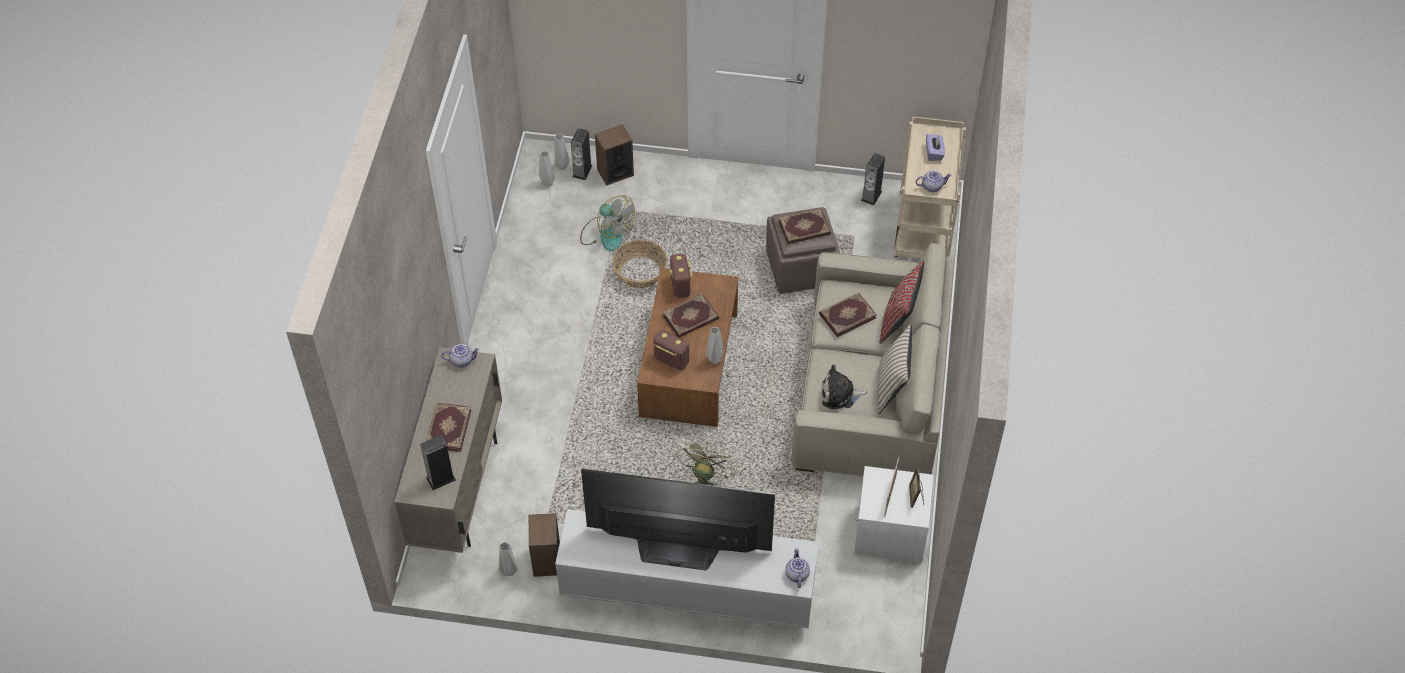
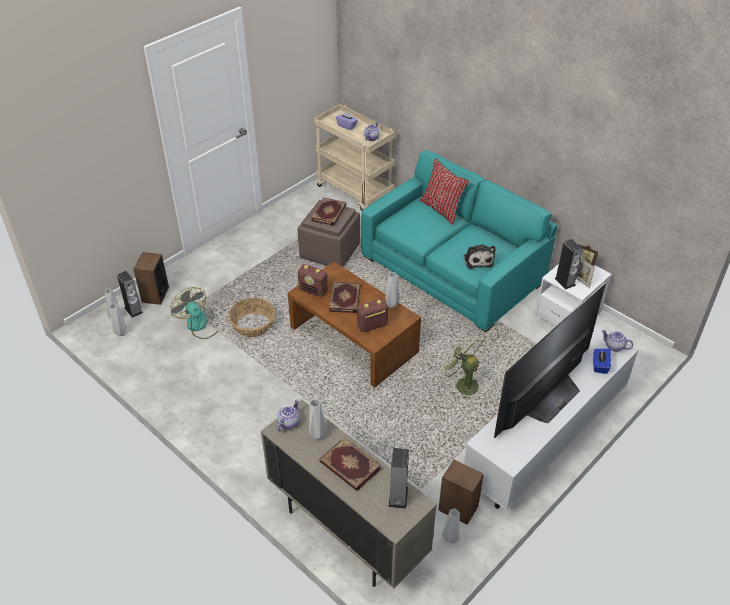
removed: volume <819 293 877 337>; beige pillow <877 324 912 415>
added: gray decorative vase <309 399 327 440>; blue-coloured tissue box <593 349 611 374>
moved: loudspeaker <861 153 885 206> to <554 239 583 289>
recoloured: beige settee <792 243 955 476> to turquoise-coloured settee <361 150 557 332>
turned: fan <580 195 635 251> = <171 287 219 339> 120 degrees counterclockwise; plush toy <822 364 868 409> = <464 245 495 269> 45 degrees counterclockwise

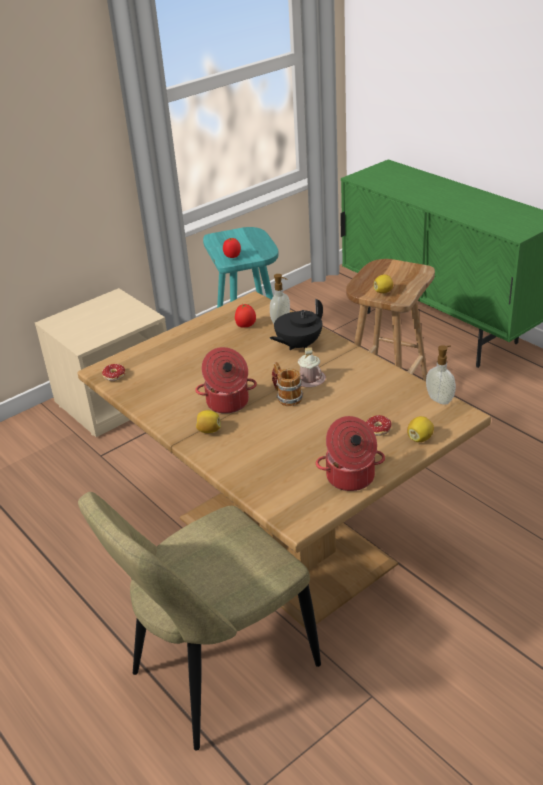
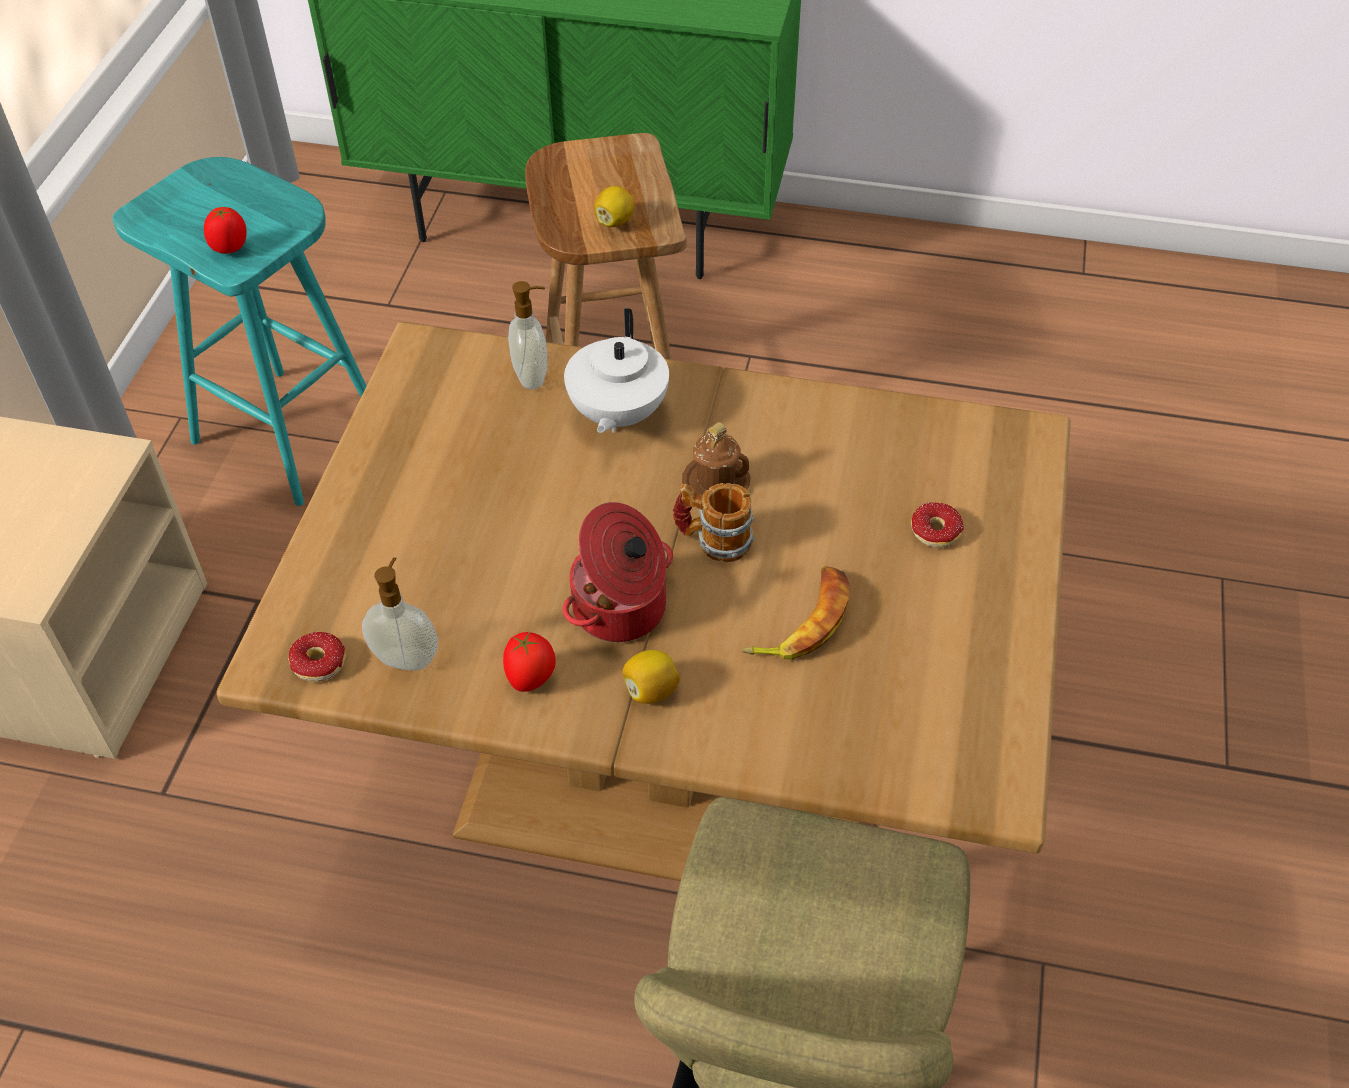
removed: stockpot <316 416 385 491>; lemon <407 416 434 442>
added: whole banana <741 566 850 660>
moved: fresh tomato <235 304 256 327> to <503 631 556 692>; soap bottle <426 345 456 405> to <362 557 438 671>
recoloured: black teapot <270 299 323 350> to white-coloured teapot <564 308 669 433>; pink tea mug <298 347 326 387> to brown-coloured tea mug <682 422 750 495>

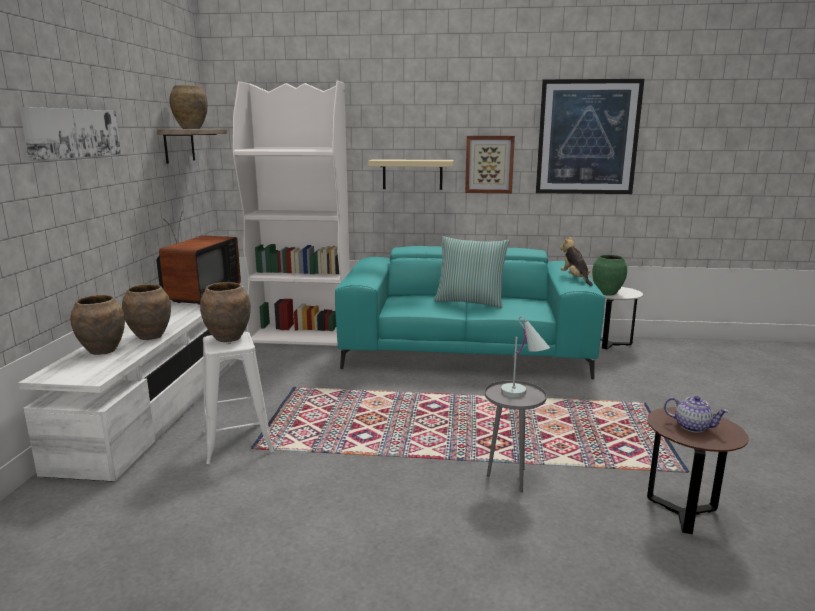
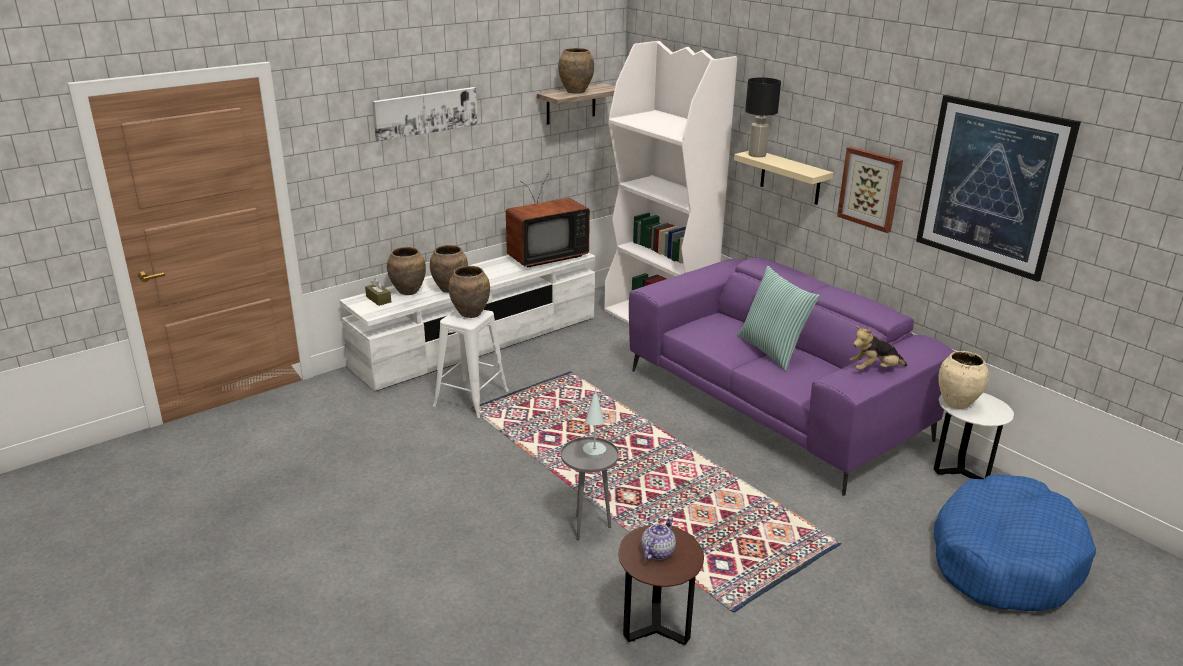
added: brown-coloured tissue box <365 279 391 306>; black tabletop lamp <745 78 781 157>; blue-coloured dog bed <934 474 1096 611>
recoloured: turquoise-coloured settee <335 246 605 380> to purple settee <629 257 955 495>; green-coloured decorative vase <592 255 627 296> to beige decorative vase <938 351 989 409>
turned: plush toy <560 236 593 286> = <850 326 907 370> 135 degrees counterclockwise; teapot <664 396 729 433> = <641 517 676 560> 135 degrees counterclockwise

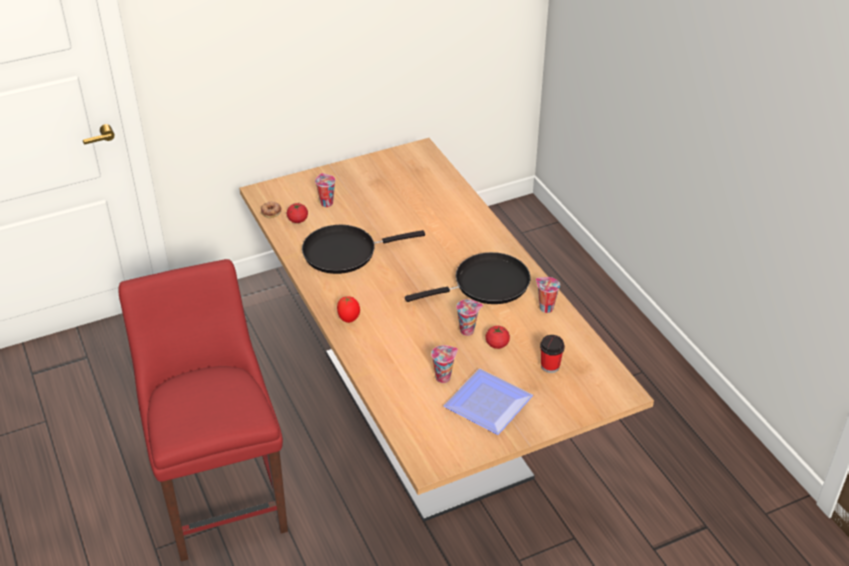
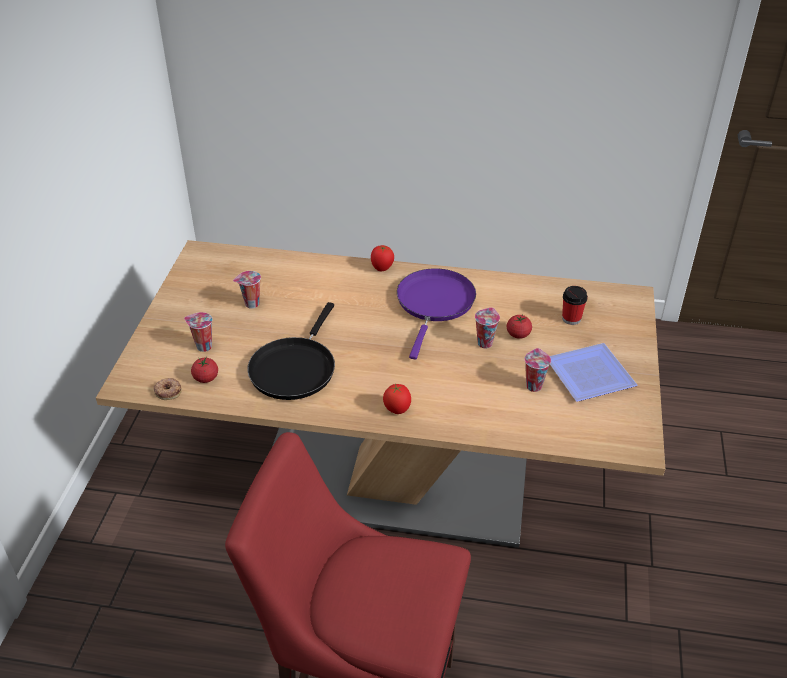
added: fresh tomato <371 245 394 271>
moved: cup <536 277 560 313> to <233 271 261 309>
recoloured: black frying pan <405 252 530 304> to purple frying pan <397 268 476 359>

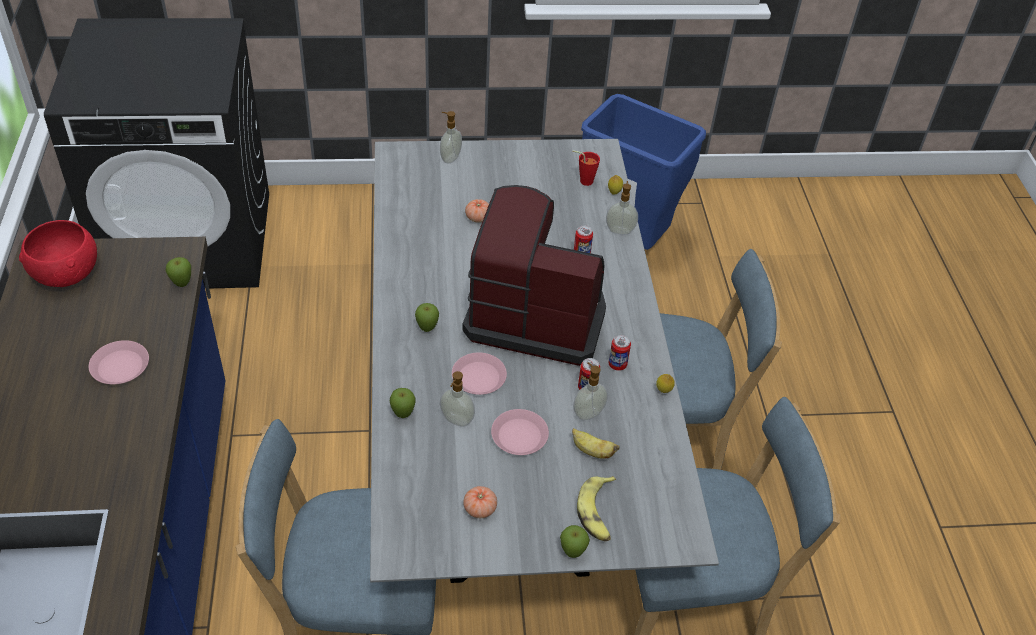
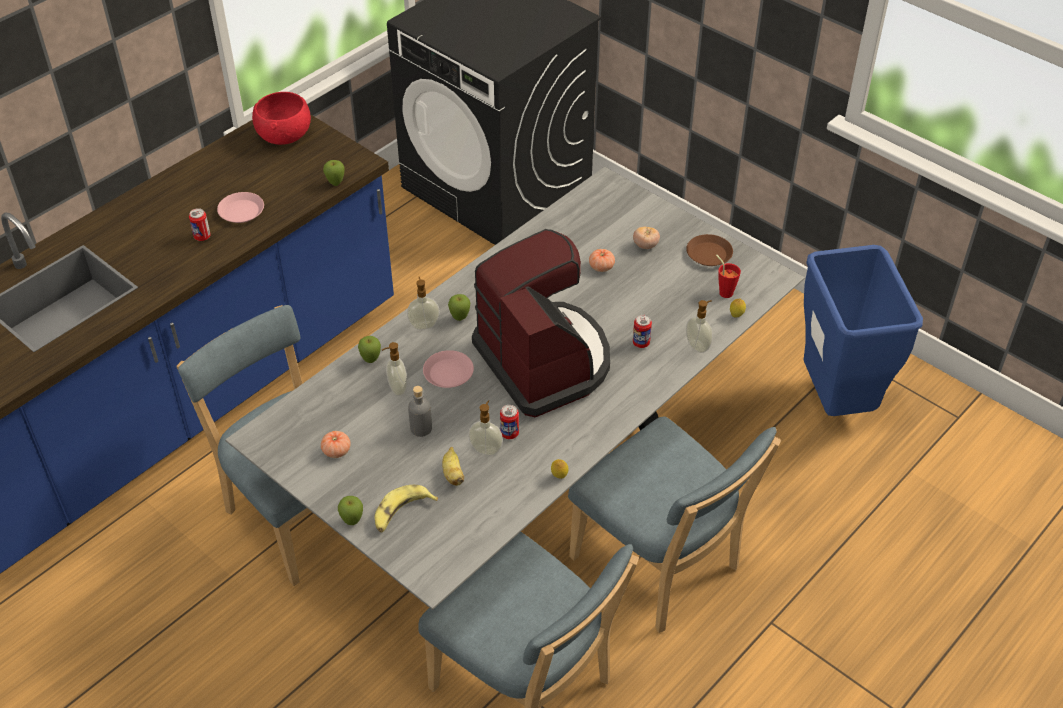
added: fresh tomato <633 227 660 249>; brown-coloured dinner plate <686 234 733 266>
moved: soap bottle <440 111 462 163> to <407 277 440 330>; sealed can <609 335 631 371> to <189 208 211 241>
replaced: pink dinner plate <491 409 549 455> to gray drink bottle <408 386 432 437>

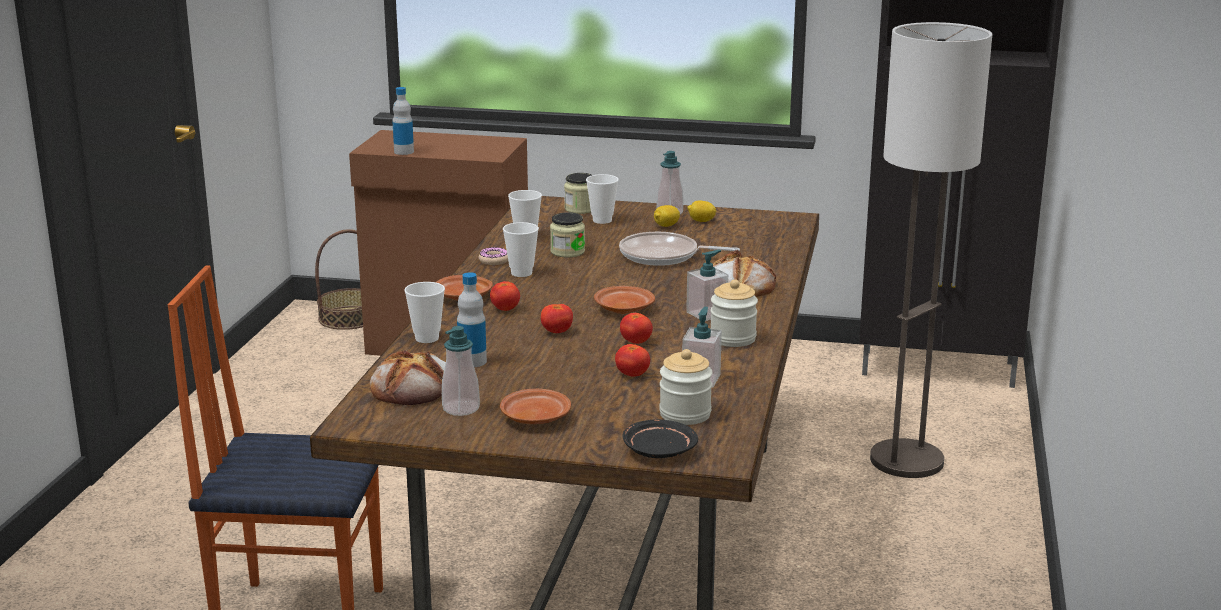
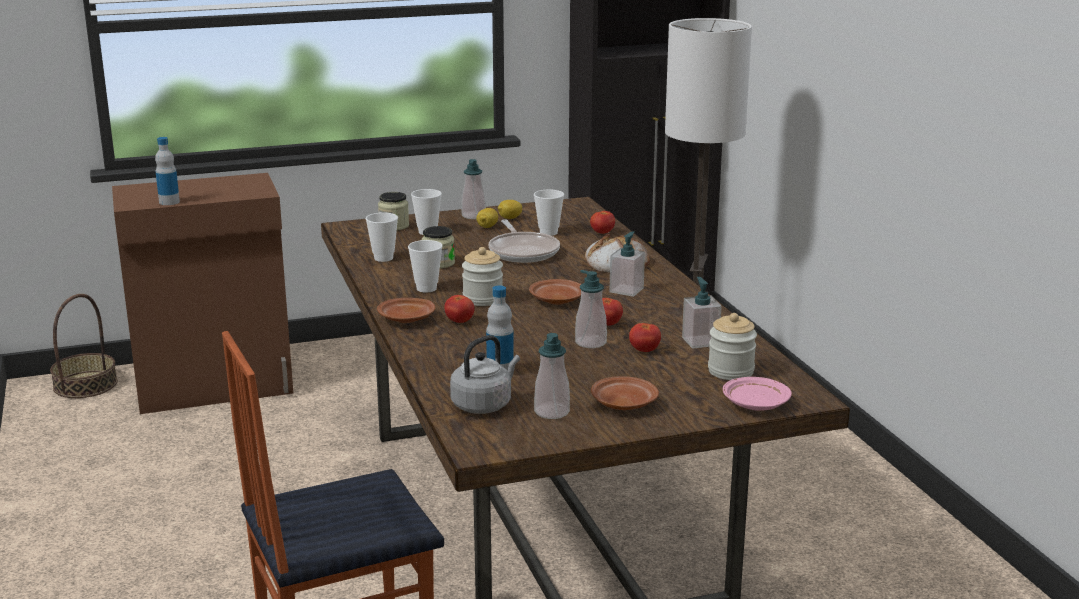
removed: doughnut <479 247 508 265>
added: soap bottle <575 270 607 348>
moved: cup <404 282 445 343> to <534 190 564 236>; fresh tomato <541 304 573 333> to <590 211 615 234>; storage jar <710 279 758 347> to <462 247 503 306>
replaced: bread <369 350 446 405> to gray tea kettle <450 335 520 414>
recoloured: black dinner plate <623 420 698 458> to pink dinner plate <723 377 792 411>
turned: frying pan <619 232 740 266> = <489 219 560 263> 90 degrees counterclockwise

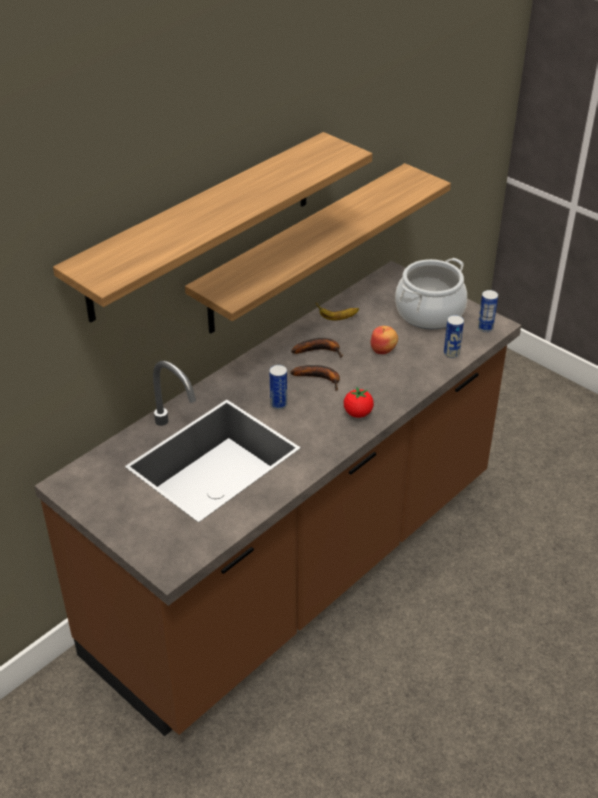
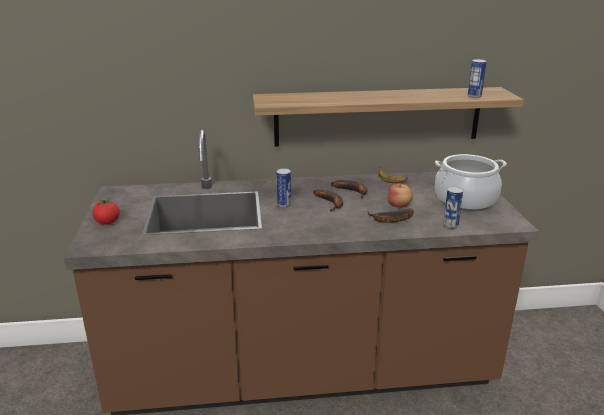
removed: bracket shelf <53 132 372 322>
added: whole banana <368 208 414 223>
moved: fresh tomato <344 387 374 418> to <92 199 120 225>; sealed can <478 290 498 332> to <468 59 487 98>

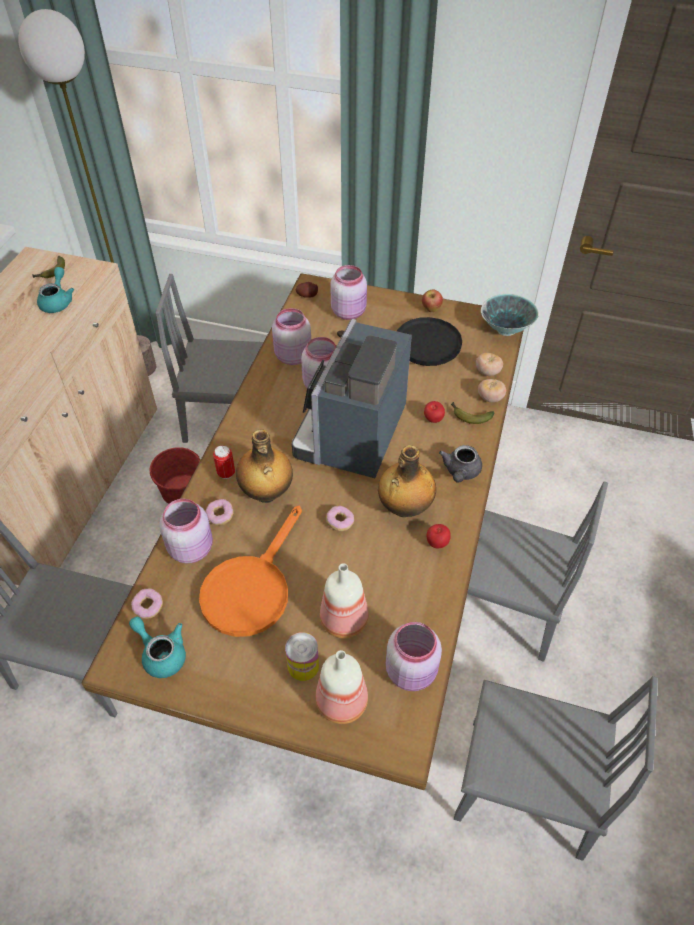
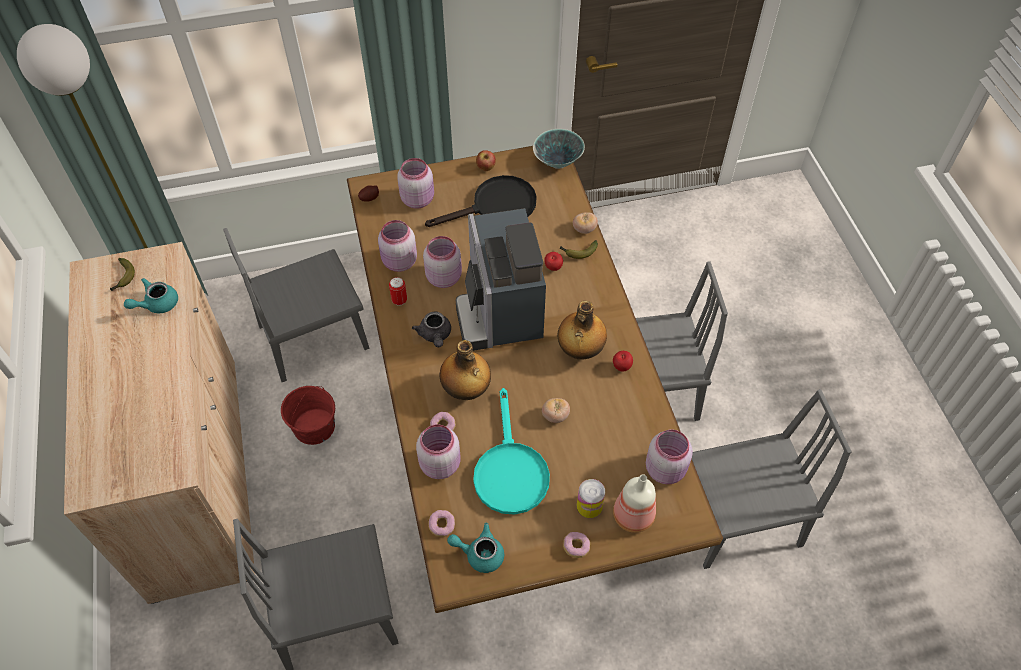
removed: drink bottle <320 563 369 639>
moved: sealed can <213 445 235 479> to <389 277 407 306>; doughnut <326 506 354 531> to <563 532 590 558>; gray teapot <439 445 482 483> to <412 312 451 347>; fresh tomato <476 353 503 376> to <542 398 570 423>
recoloured: orange frying pan <199 505 302 637> to turquoise-coloured frying pan <473 388 550 515>
turned: turquoise-coloured teapot <37 267 74 313> = <124 278 178 313> 105 degrees counterclockwise

